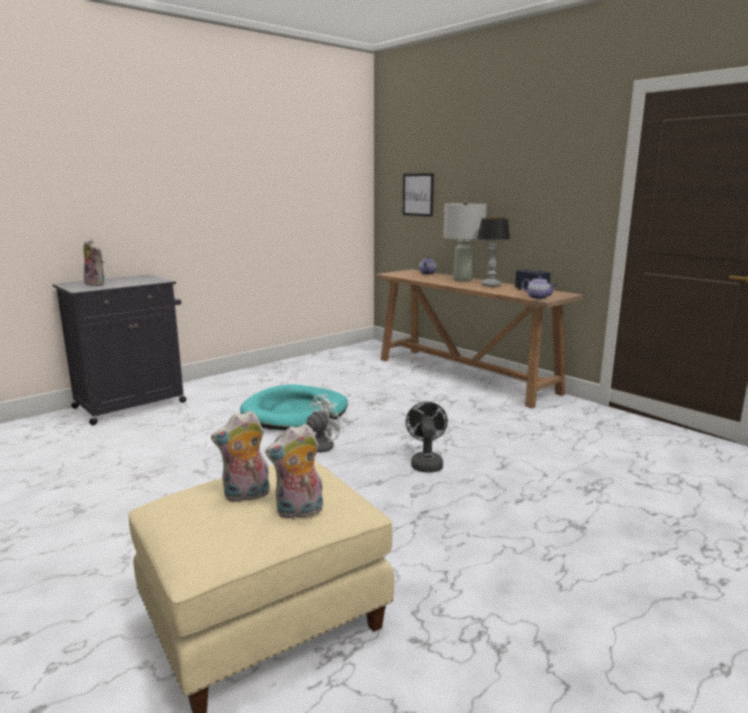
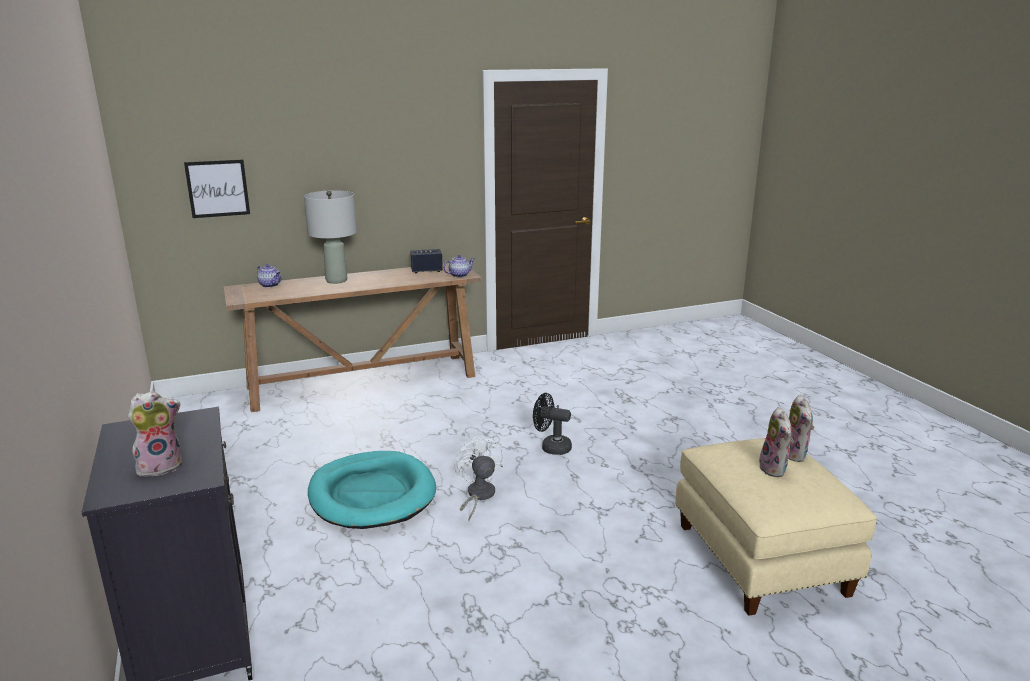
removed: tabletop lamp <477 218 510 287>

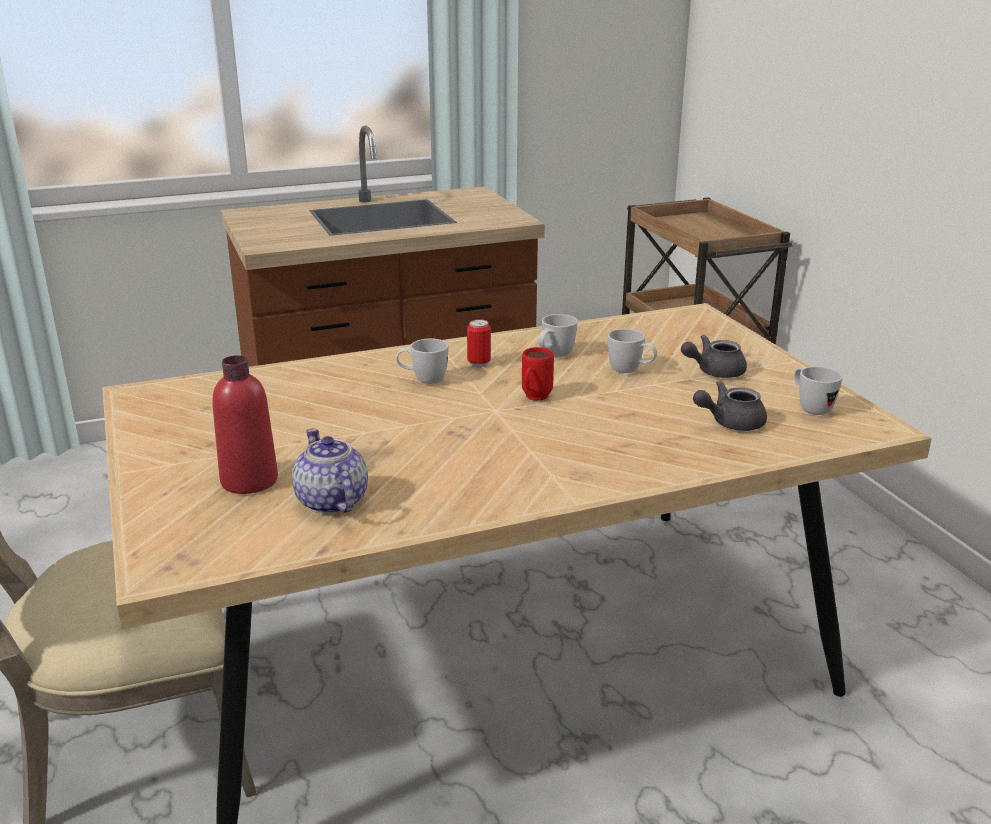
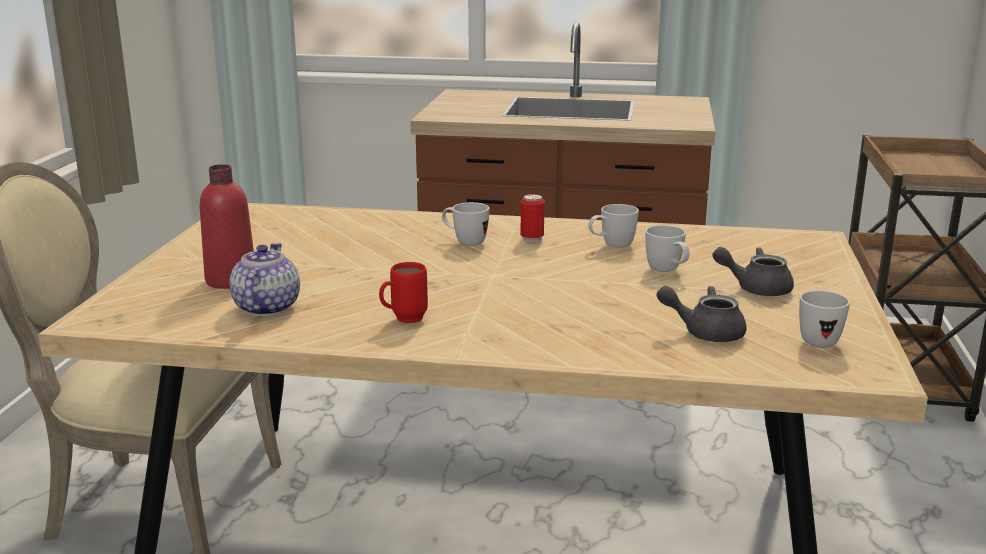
moved: red-coloured tea mug <522 347 554 401> to <379 262 428 323>

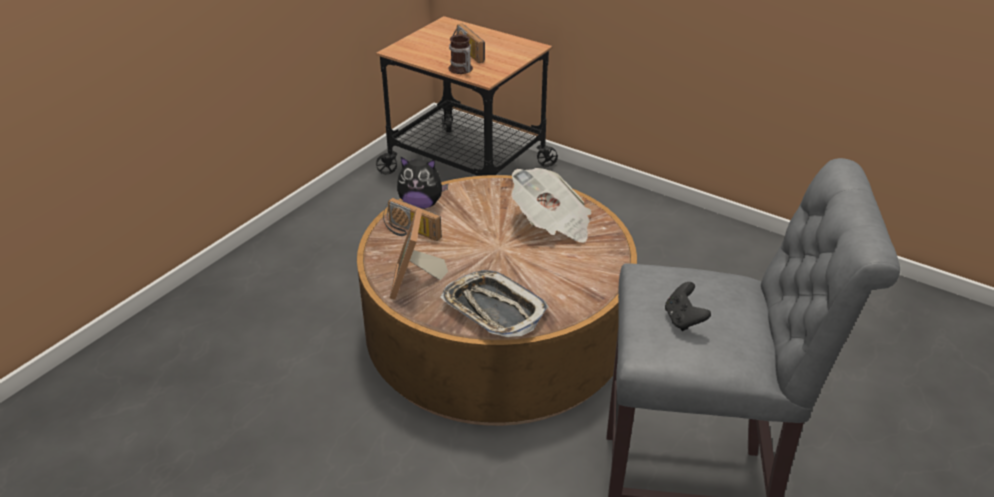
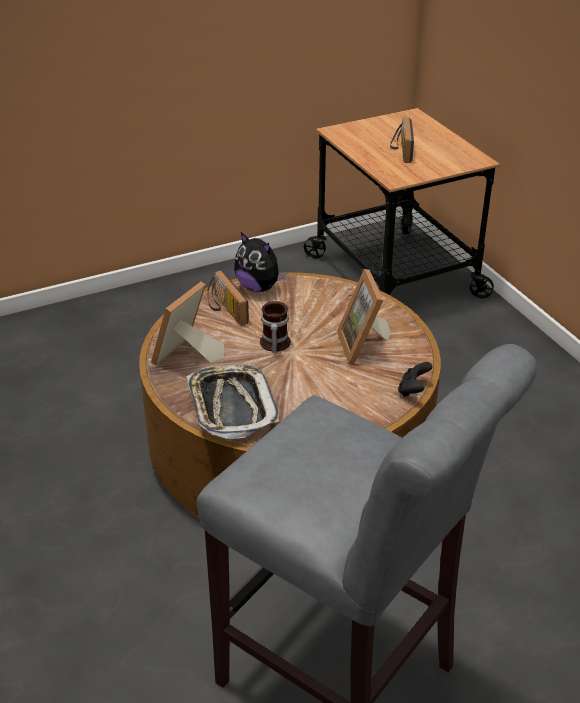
moved: tea mug <449 34 473 74> to <260 301 291 353>; black joypad <665 282 711 331> to <398 362 432 397>
replaced: newspaper <511 168 591 243> to photo frame <337 269 391 365>

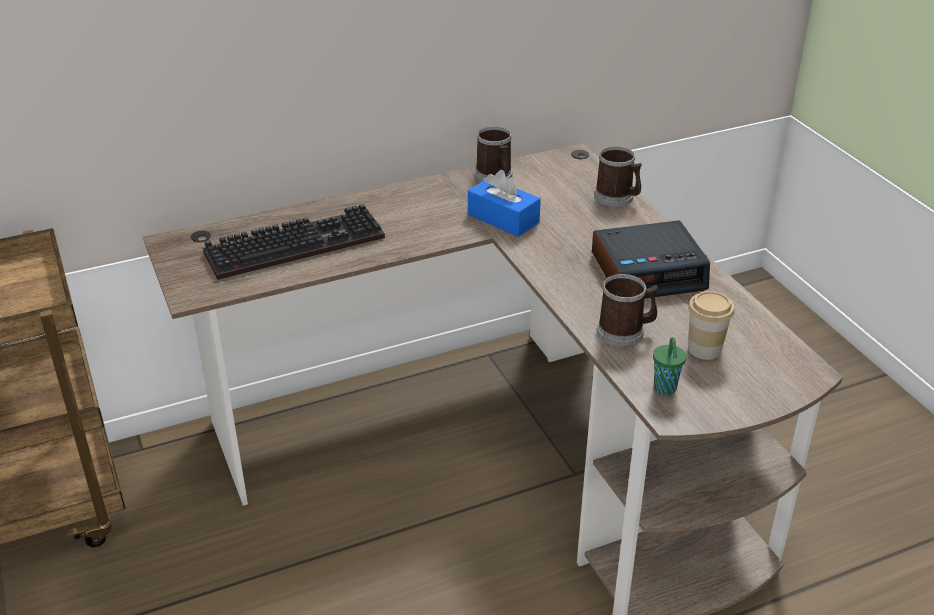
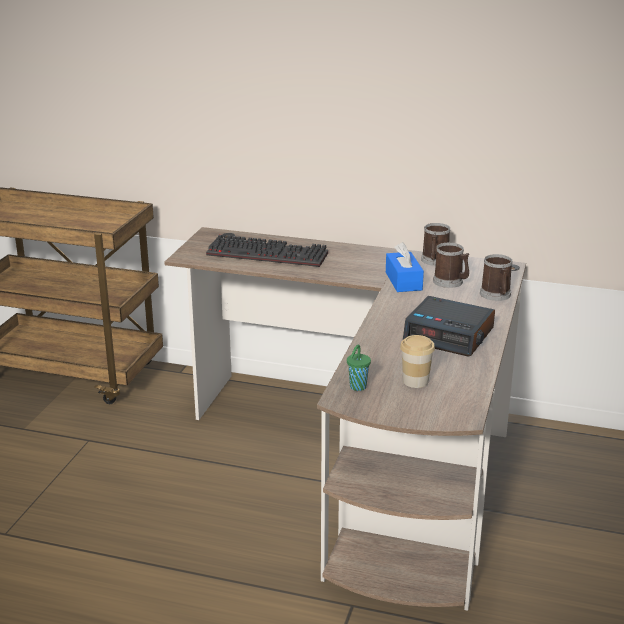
moved: tea mug <597 274 658 347> to <433 243 469 288>

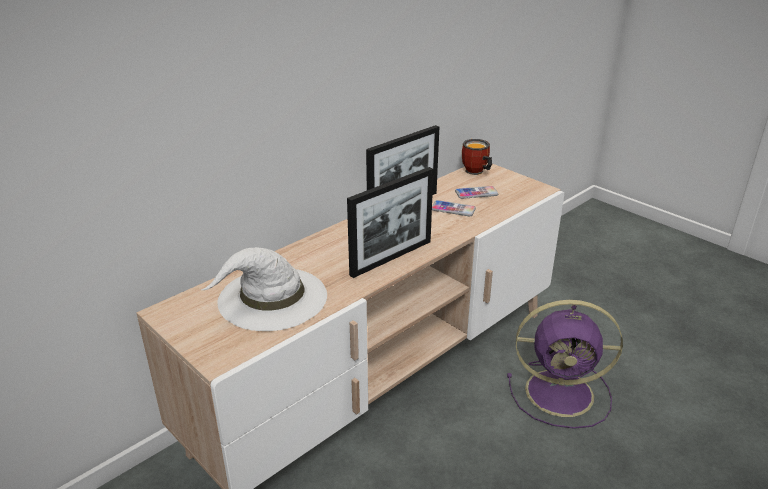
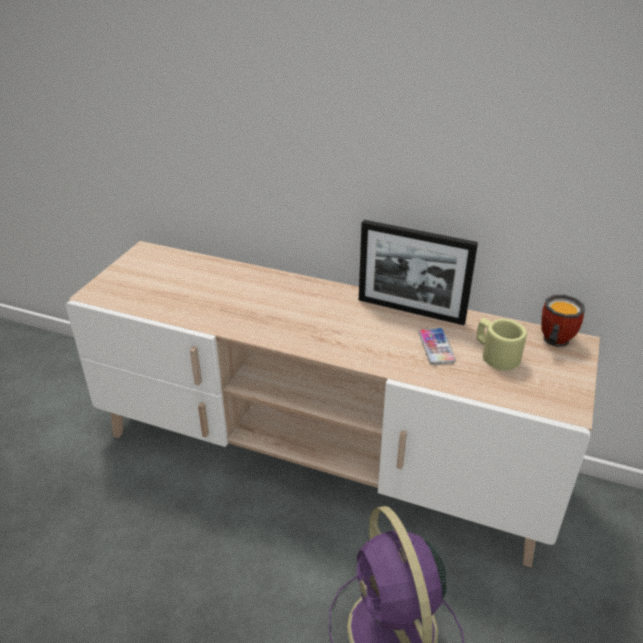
removed: white-coloured clothing hat <201 247 327 331>; photo frame <347 167 434 278>
replaced: telephone <455 186 498 199> to beige tea mug <477 318 527 370>

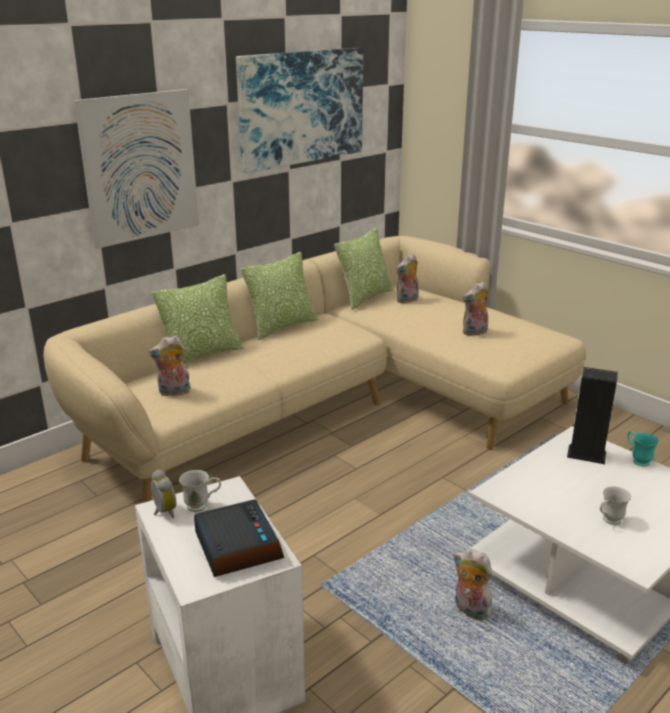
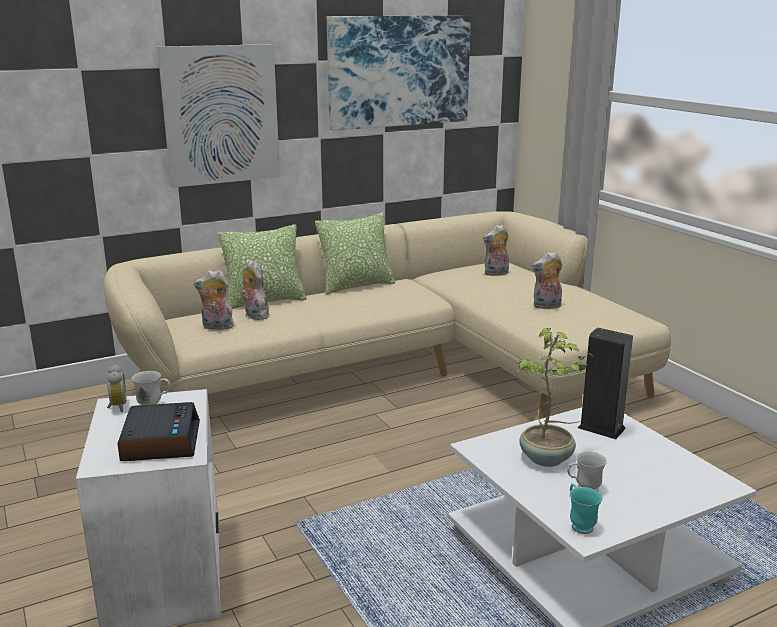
removed: pillow <334 228 393 310>
added: plant in a pot <517 328 595 467>
moved: plush toy <453 549 492 620> to <241 260 269 320>; turquoise-coloured tea mug <627 431 659 467> to <569 483 603 534>

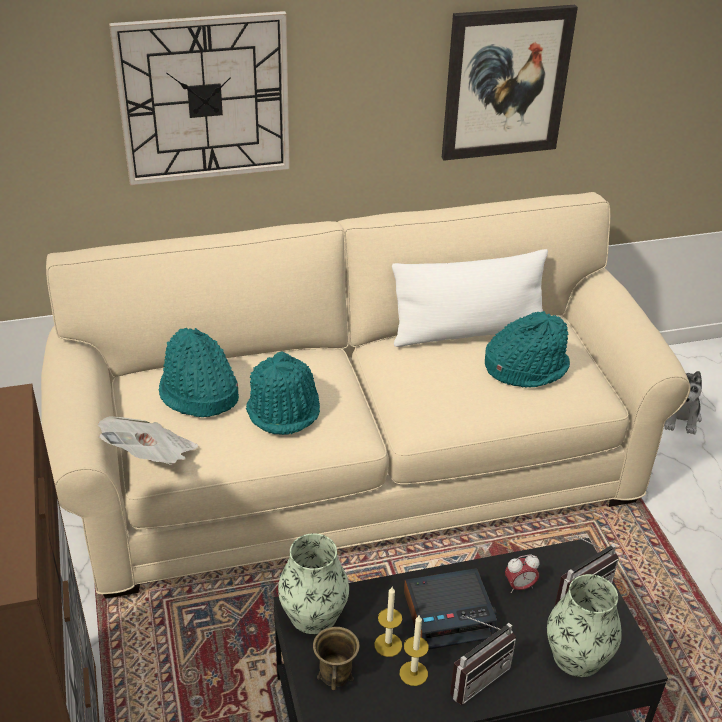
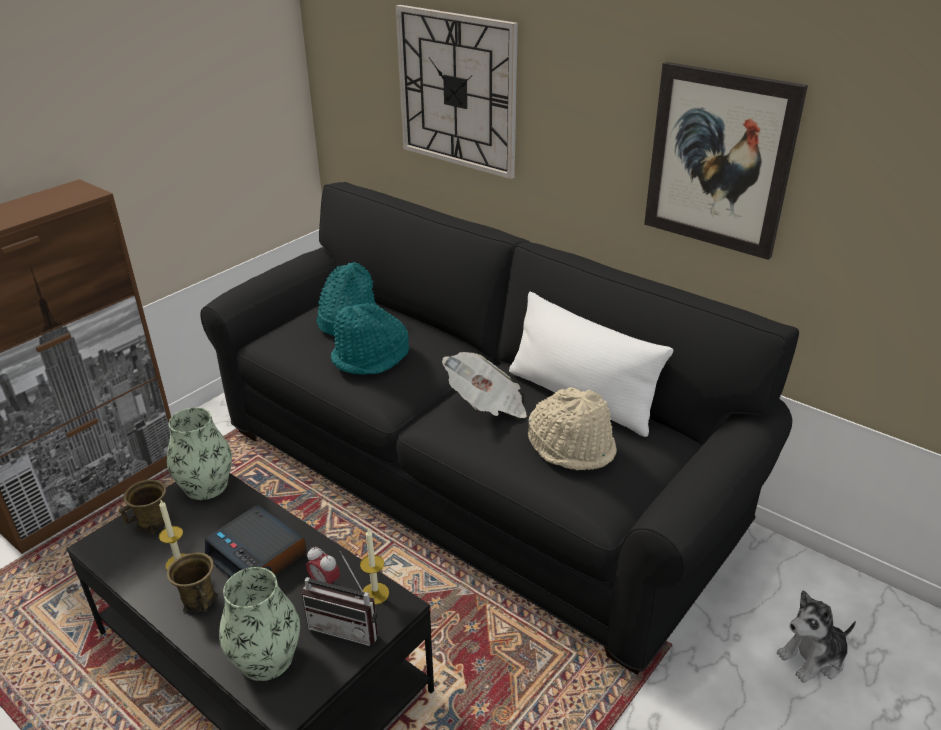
moved: newspaper <98 416 198 464> to <442 352 527 418>; wax light <374 587 402 657> to <360 528 389 605>
replaced: radio receiver <450 615 516 705> to brown-coloured tea mug <167 552 218 612>
recoloured: beige settee <41 192 691 599> to black settee <200 182 799 675>; turquoise-coloured clothing hat <485 311 570 388> to beige clothing hat <528 387 617 470>

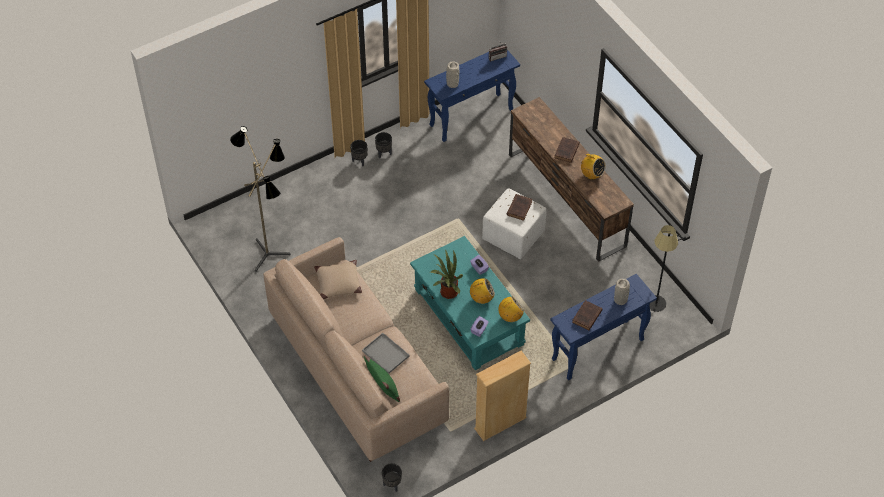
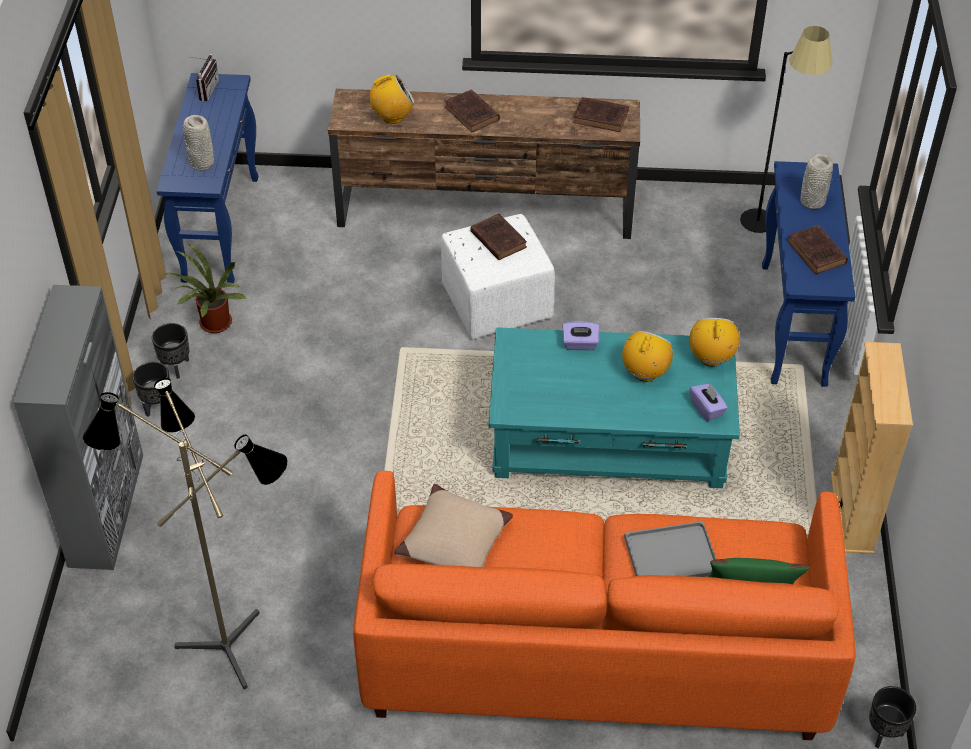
added: gray cupboard <13 285 143 570>; brown-coloured volume <573 97 629 132>
moved: plant in a pot <429 249 463 299> to <165 243 248 333>; radio receiver <579 154 606 180> to <369 75 415 124>
recoloured: beige settee <263 237 449 462> to orange settee <353 471 855 740>

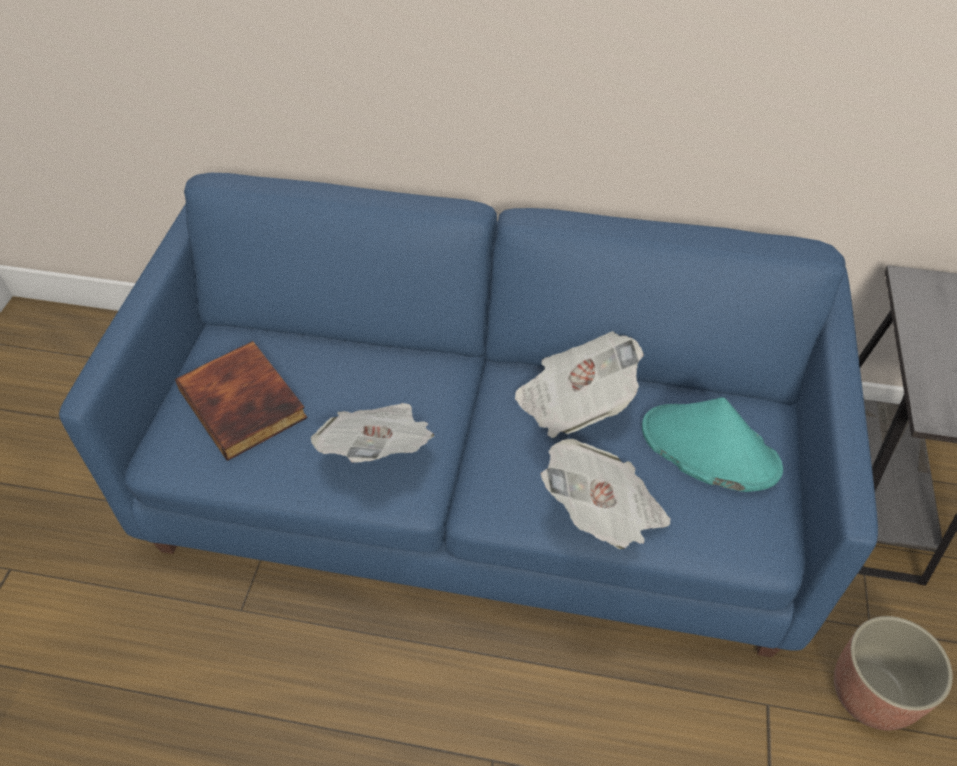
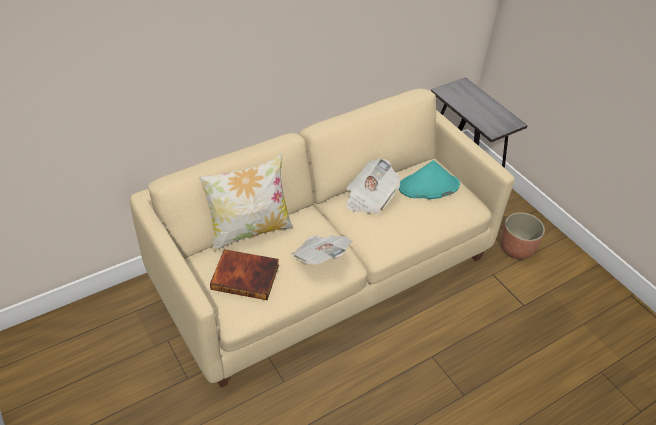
removed: newspaper <541 439 670 549>
added: pillow <199 154 293 252>
recoloured: blue-coloured settee <59 173 878 658> to beige settee <130 89 515 388>

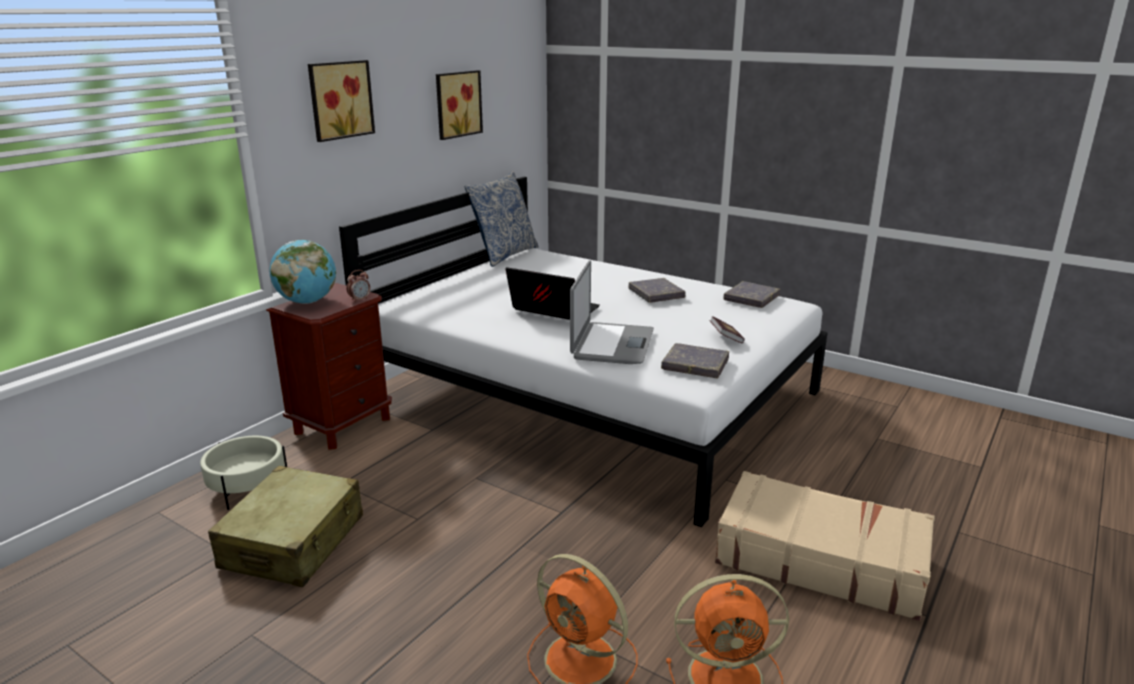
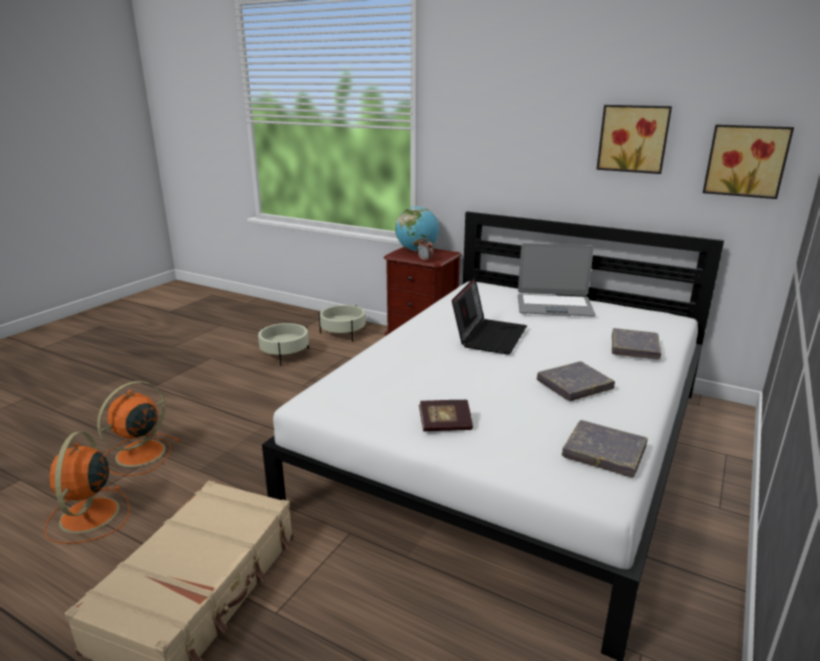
removed: pillow <465 171 539 267>
moved: wall art <308 60 375 142> to <703 124 794 199>; notebook computer <570 261 654 364> to <518 243 596 317>; gray volume <661 343 729 378> to <612 328 661 360>
replaced: beige travel case <208 466 363 587> to beige planter <258 323 309 366>

